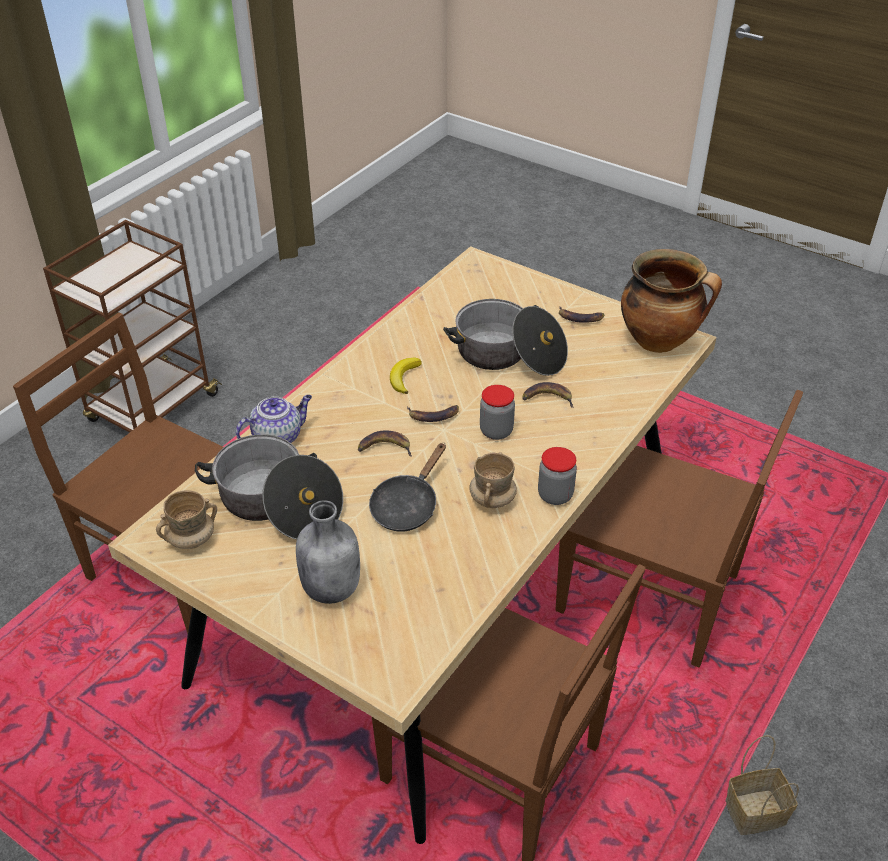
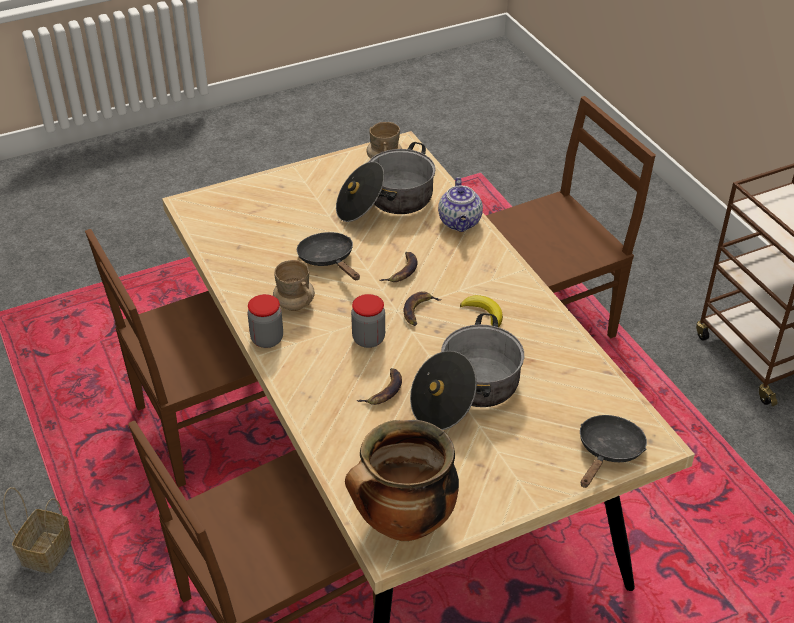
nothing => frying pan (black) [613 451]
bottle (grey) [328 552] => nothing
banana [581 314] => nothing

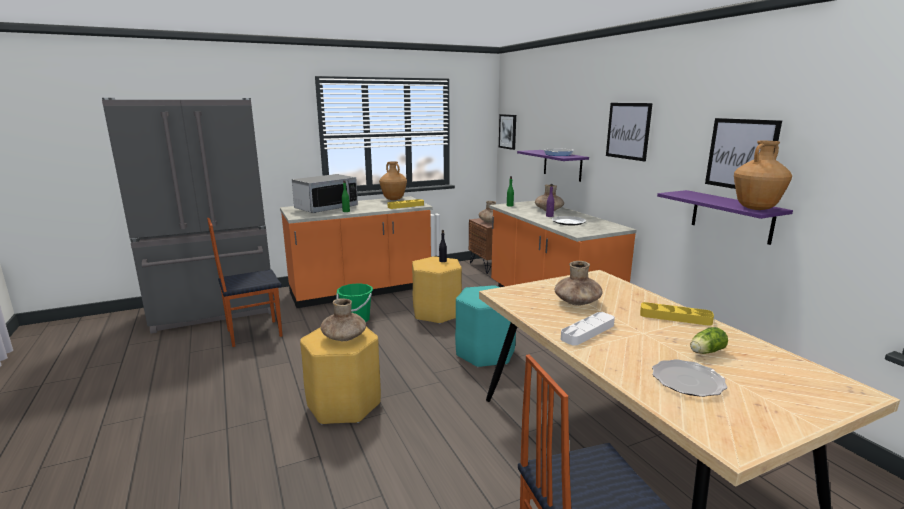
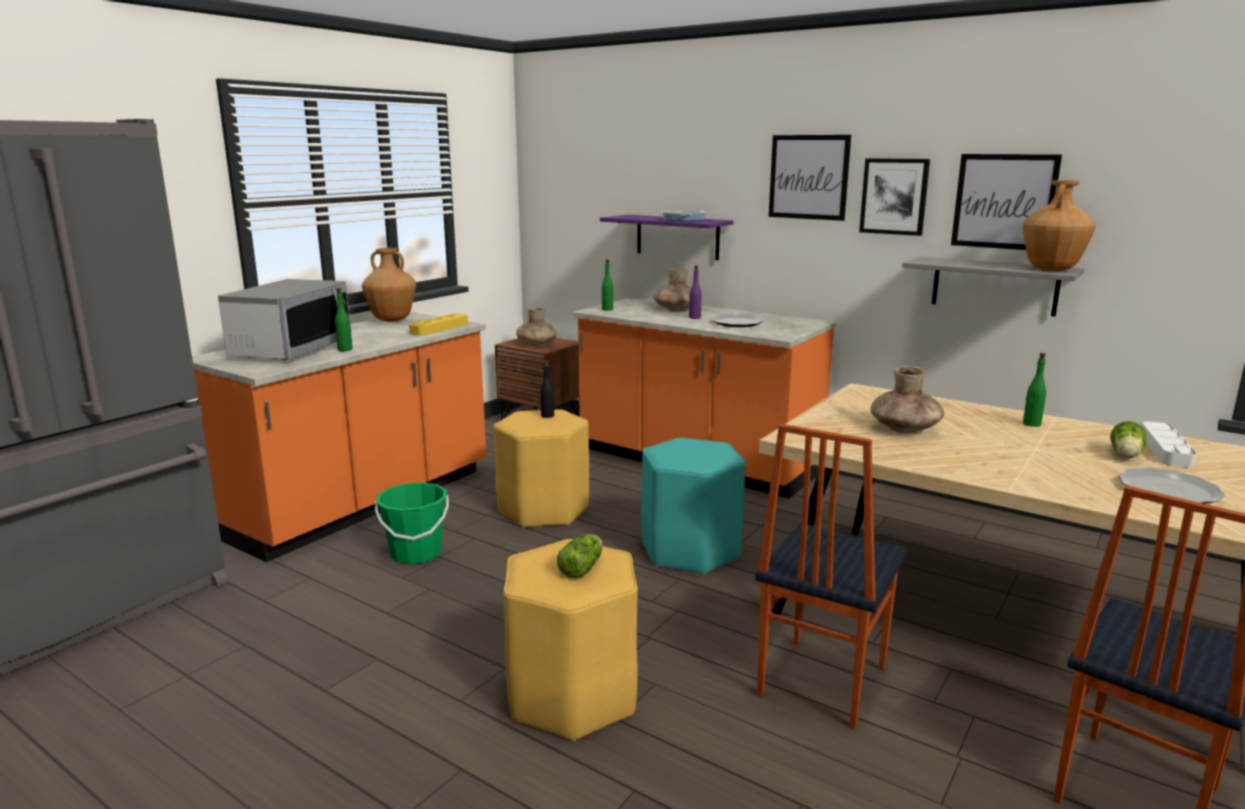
vase (brown) [343 319] => lettuce [579 556]
chair [245 282] => chair [831 577], shifted
picture [507 132] => picture [894 197], shifted
shelf (purple) [725 217] => shelf (grey) [993 286]
tray (yellow) [677 314] => bottle (green) [1034 390]
tray (white) [588 329] => tray (white) [1169 444], shifted

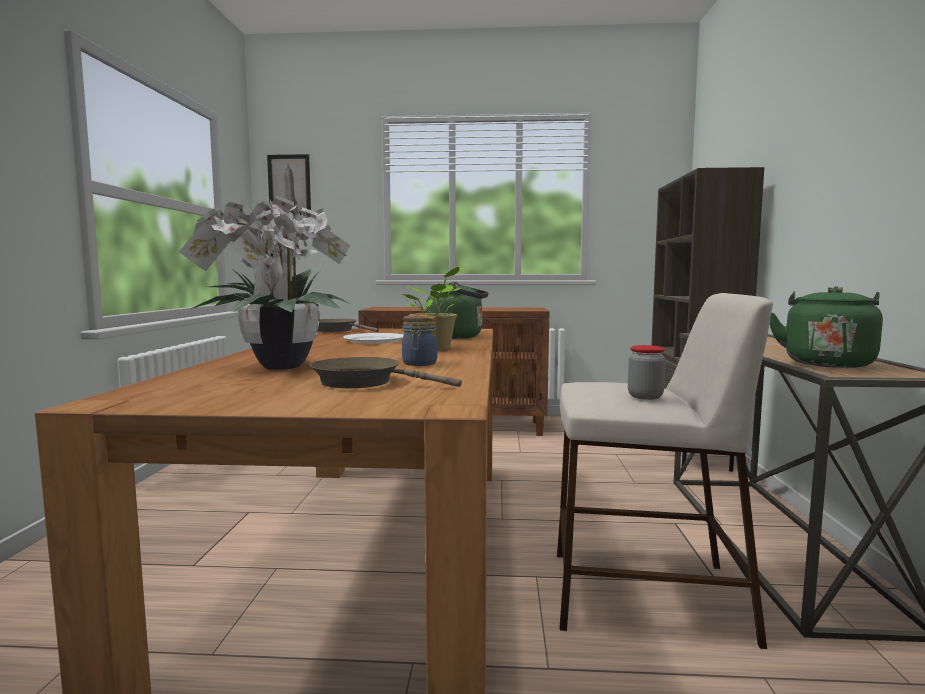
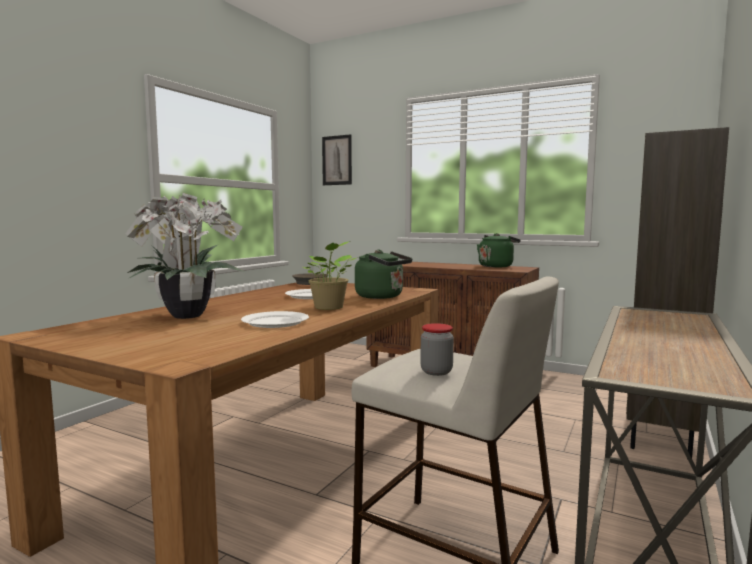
jar [420 340] => plate (white) [275 319]
kettle (green) [826 327] => kettle (green) [499 250], shifted
frying pan (brown) [386 372] => nothing

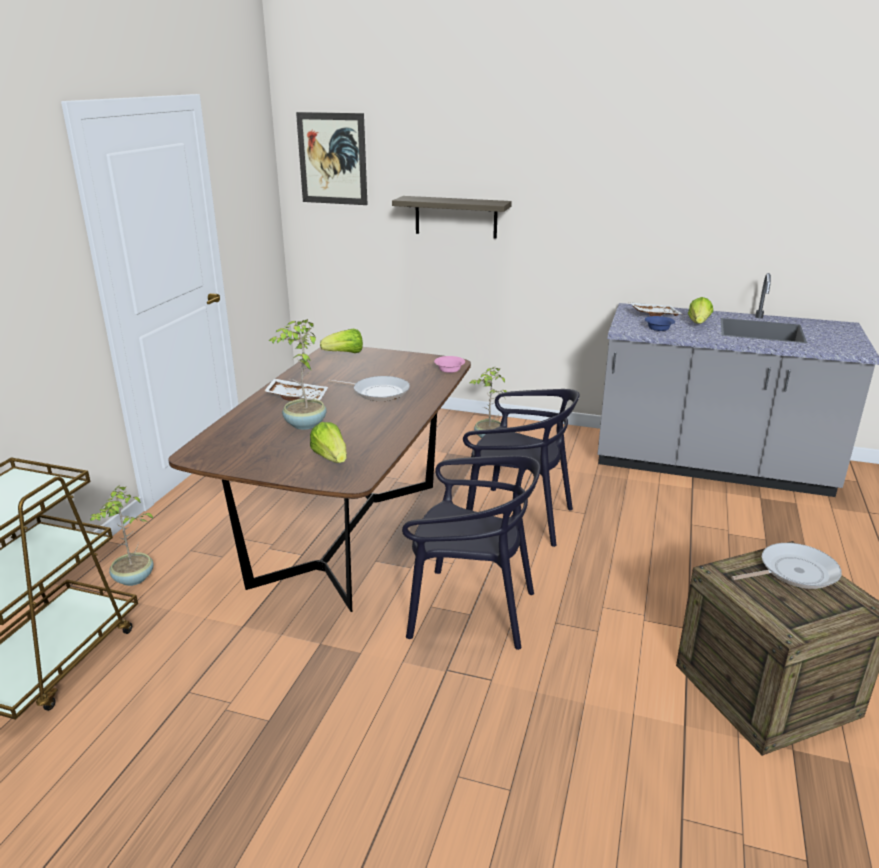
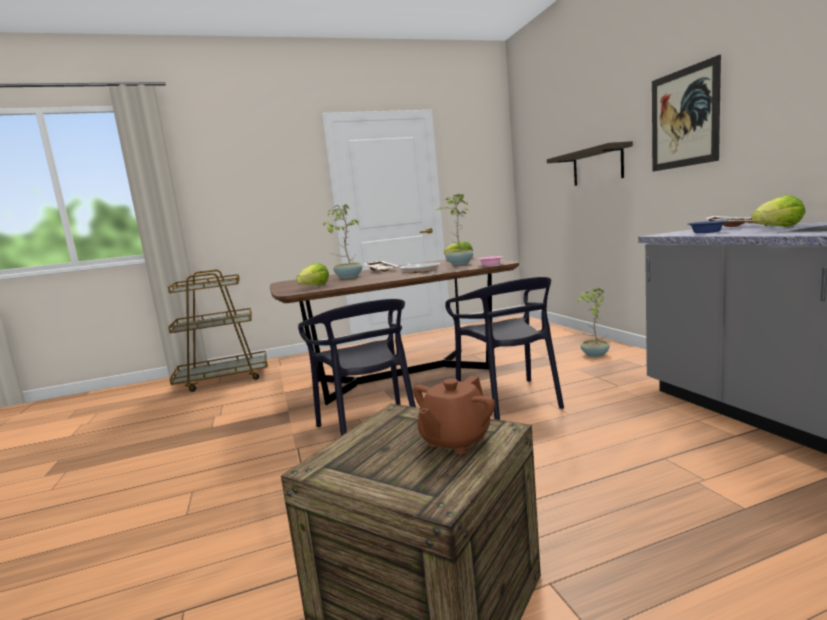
frying pan [786 566] => teapot (brown) [454 415]
potted plant [122 535] => potted plant [455 229], shifted
picture [332 158] => picture [686 113], shifted

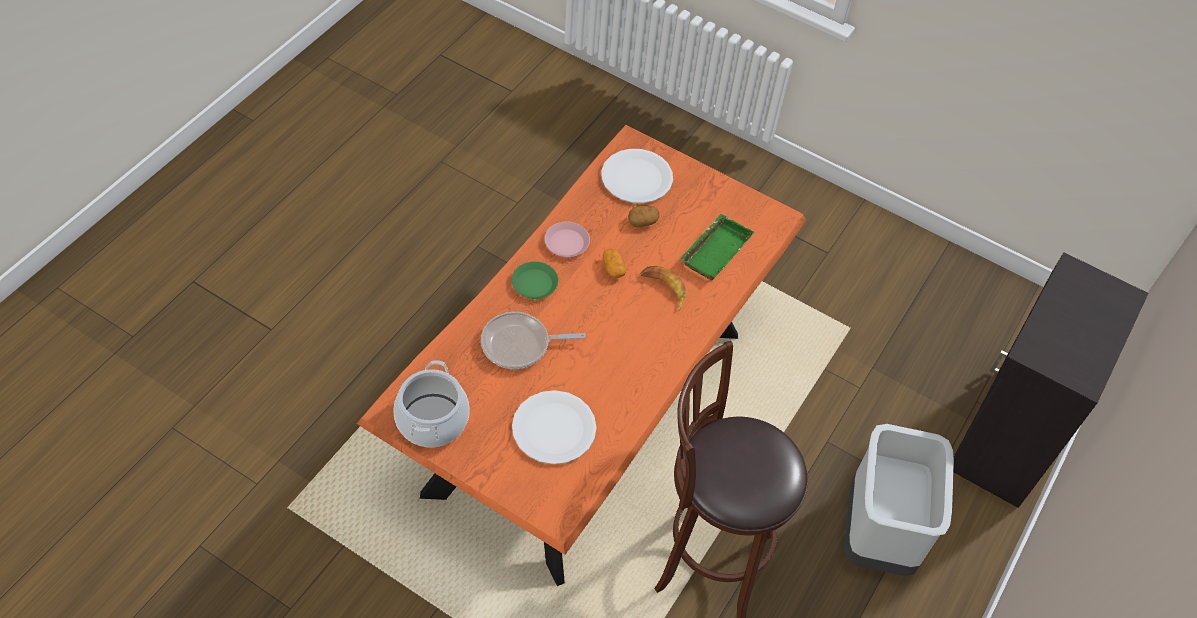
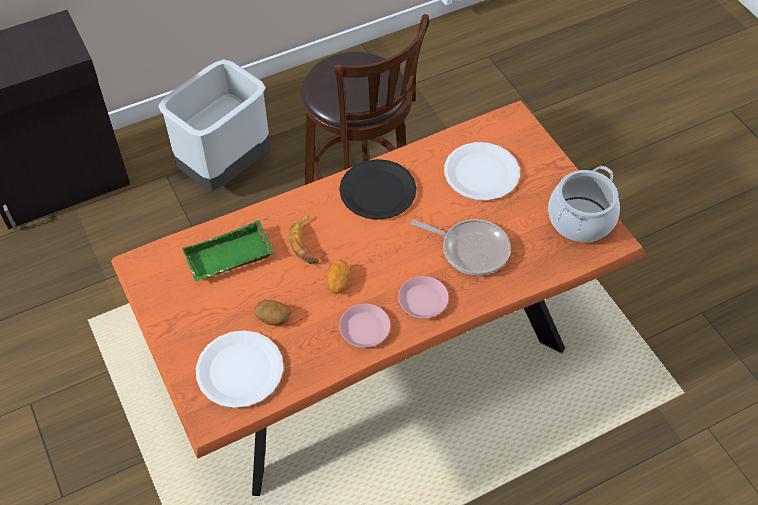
nothing => plate (black) [378 189]
plate (green) [535 280] => plate (pink) [423 297]

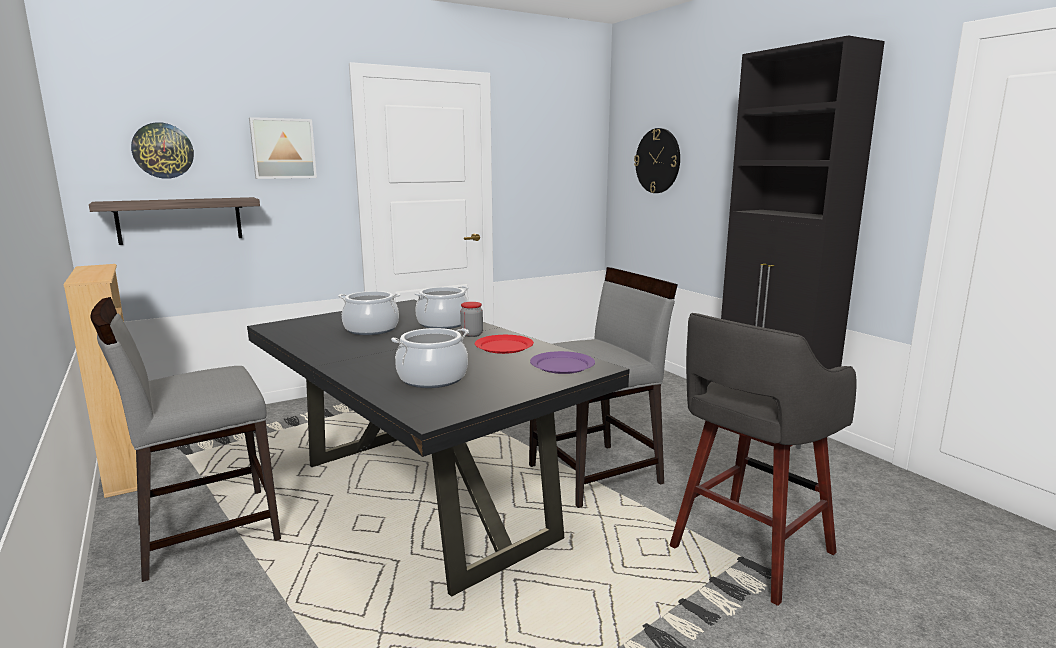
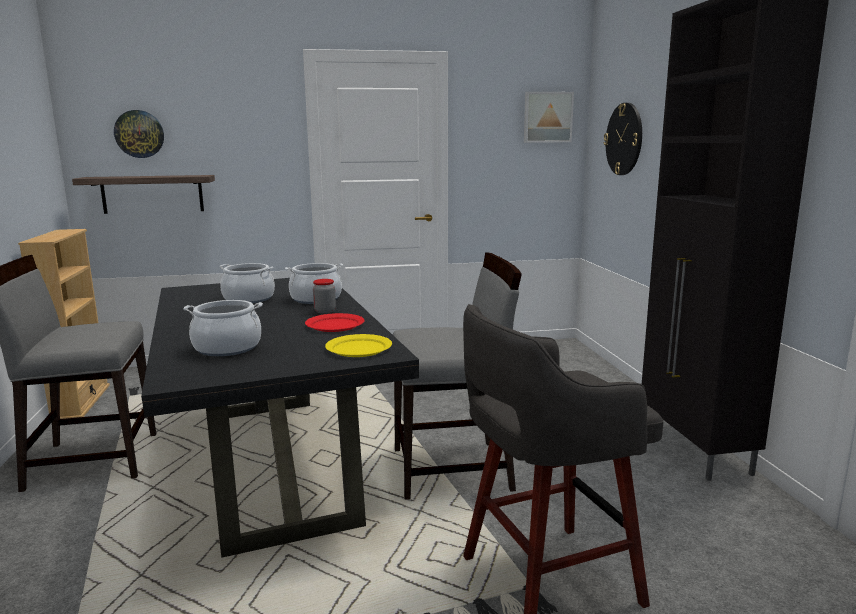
plate (purple) [562 362] => plate (yellow) [358 345]
picture [283 148] => picture [549 117], shifted

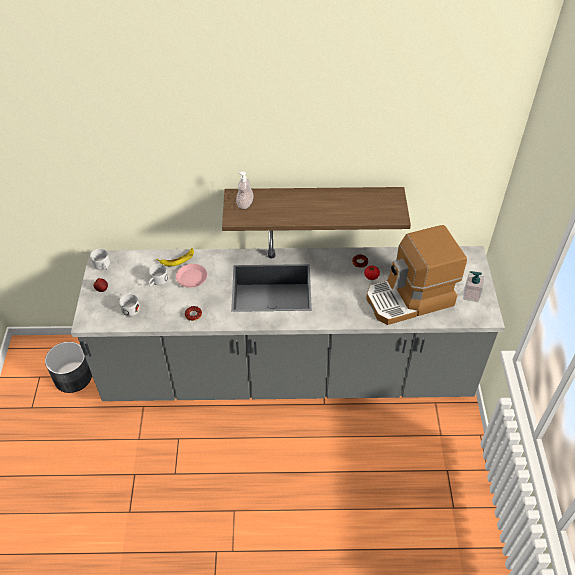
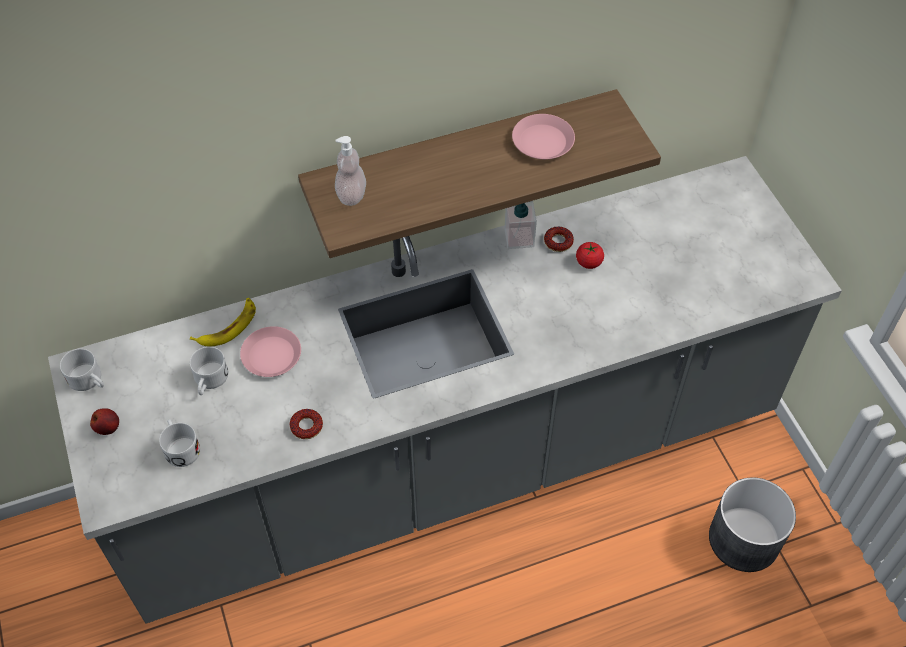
soap dispenser [473 286] => soap dispenser [521 225], shifted
nothing => plate (pink) [543 136]
planter (grey) [68 367] => planter (grey) [752 524], shifted
coffee machine [416 275] => nothing

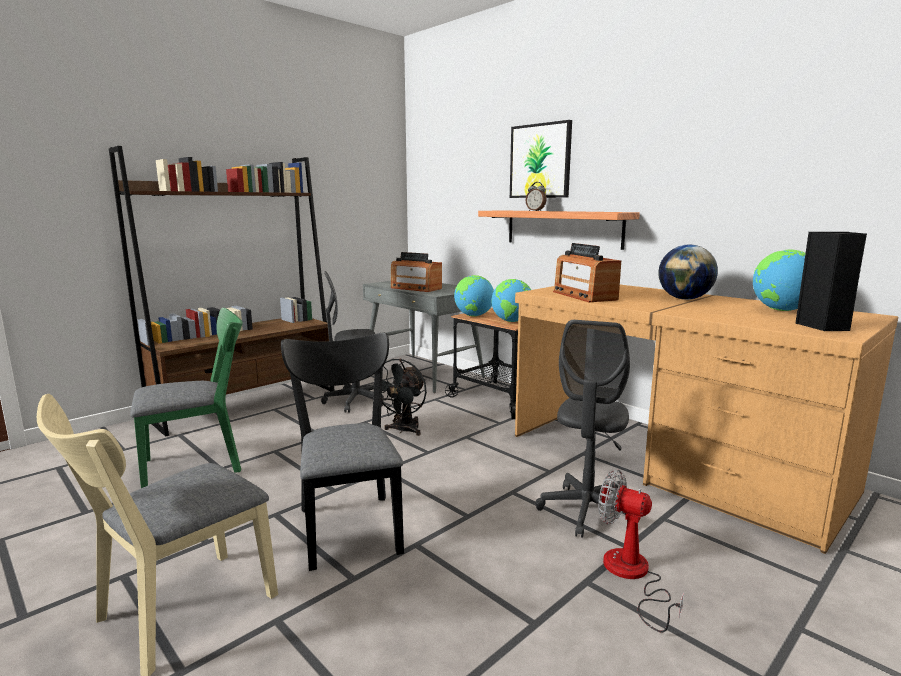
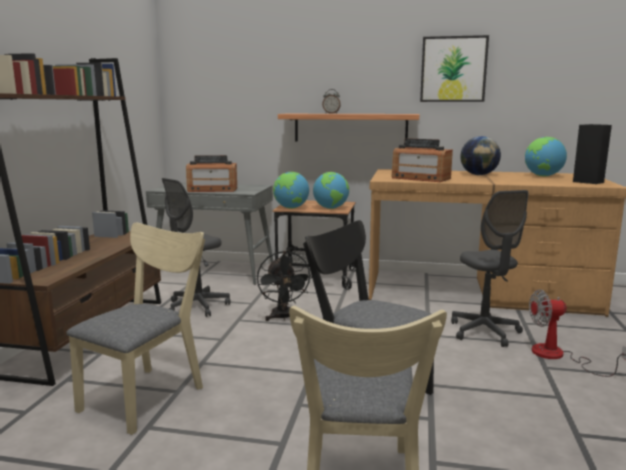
chair (green) [186 398] => chair (beige) [135 329]
picture [541 159] => picture [454 68], shifted

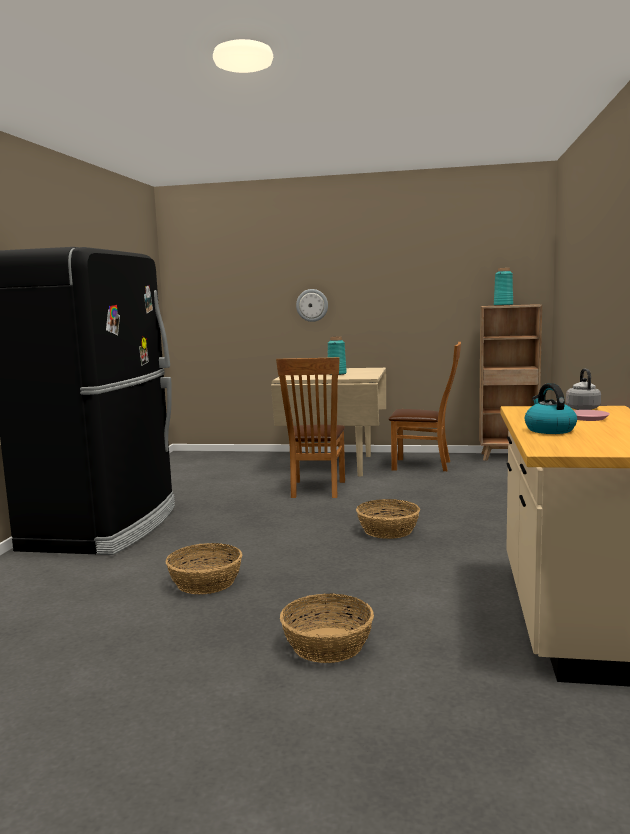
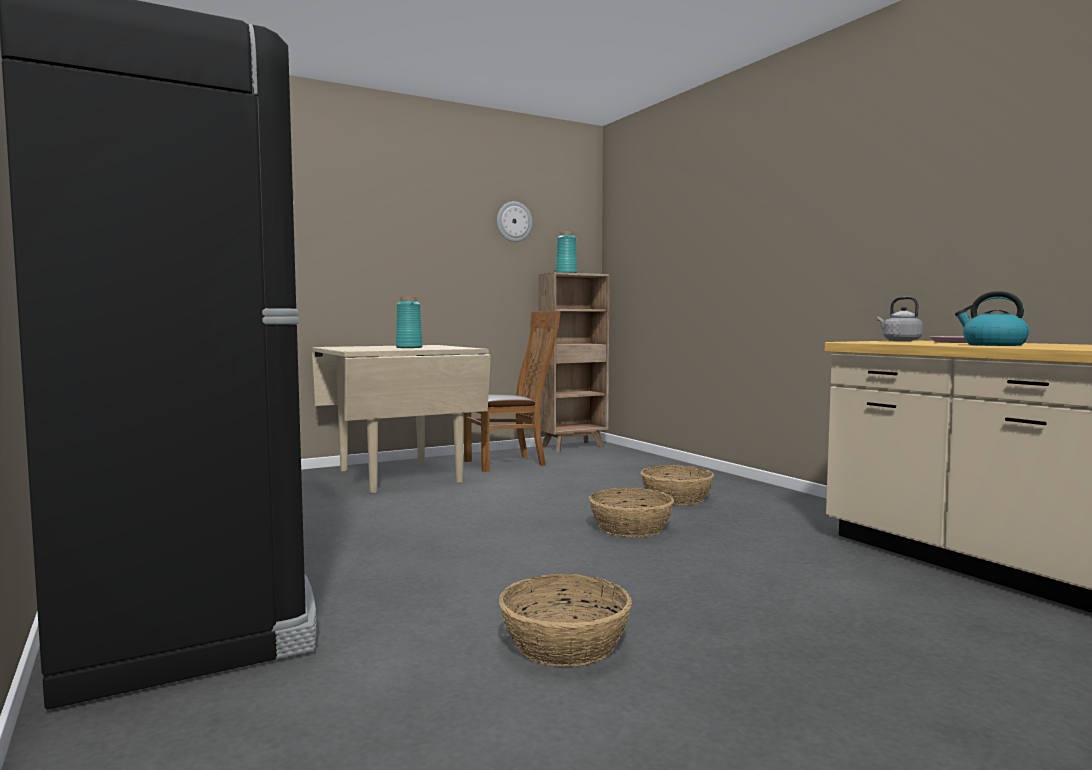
wall clock [312 305] => wall clock [515 221], shifted
basket [327 628] => basket [677 485], shifted
chair (brown) [310 427] => nothing

